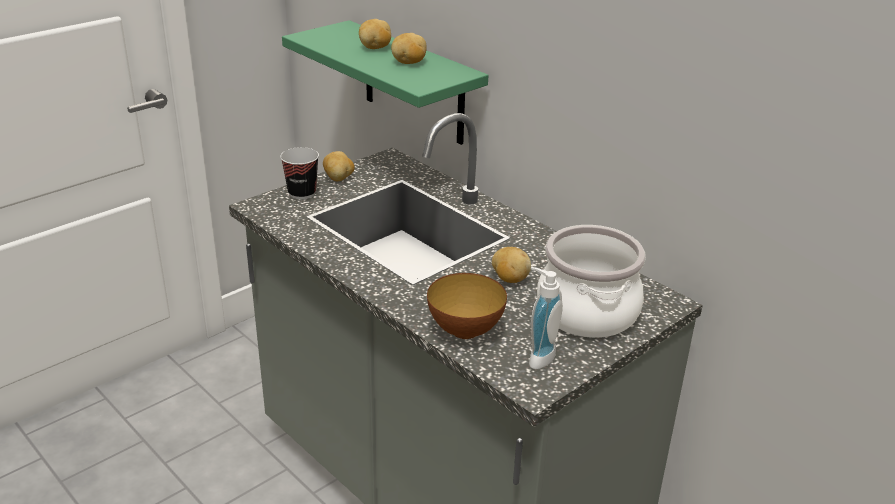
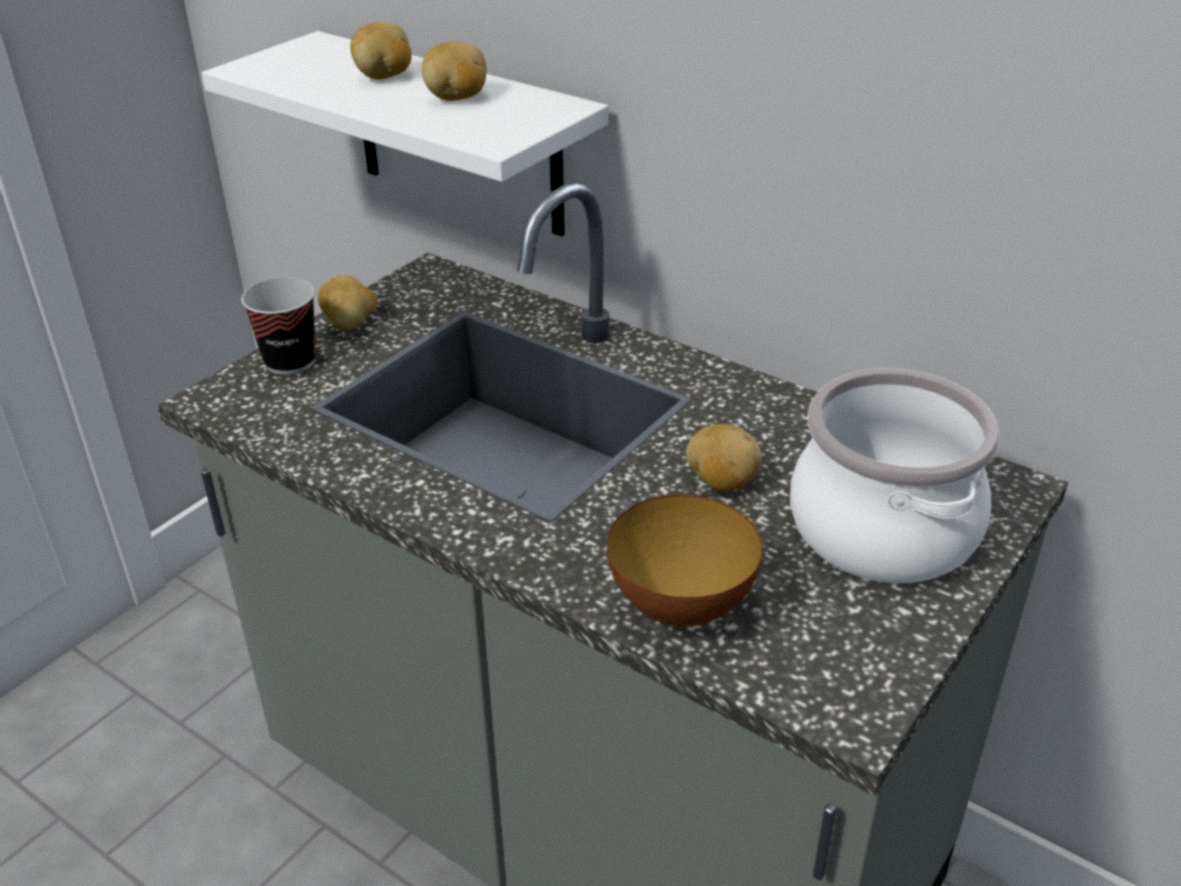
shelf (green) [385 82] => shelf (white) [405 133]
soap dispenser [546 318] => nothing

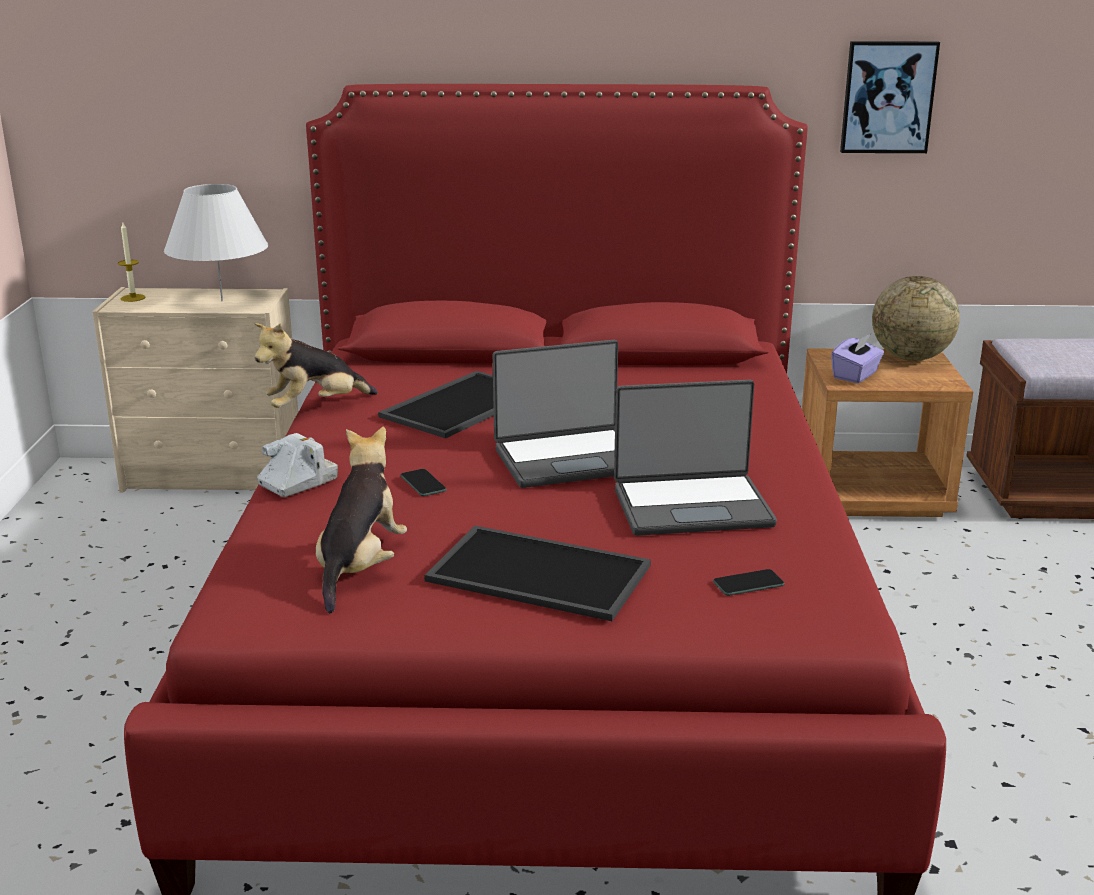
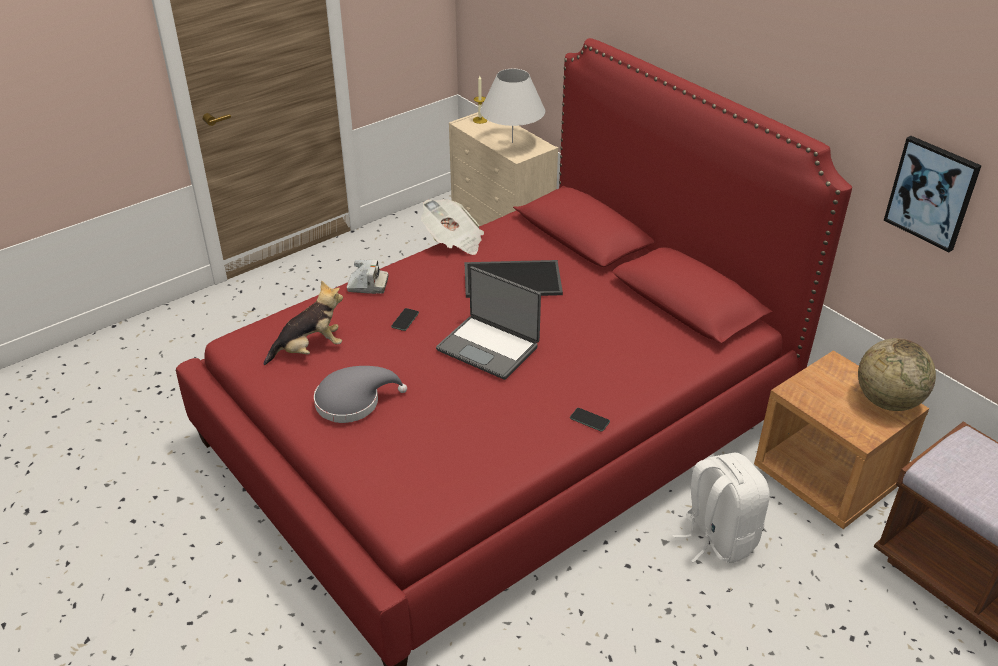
tray [537 573] => hat (grey) [360 394]
plush toy [316 365] => newspaper [452 227]
phone [749 582] => phone [590 419], shifted
nothing => backpack (white) [721 508]
laptop [695 458] => nothing
tissue box (purple) [857 358] => nothing

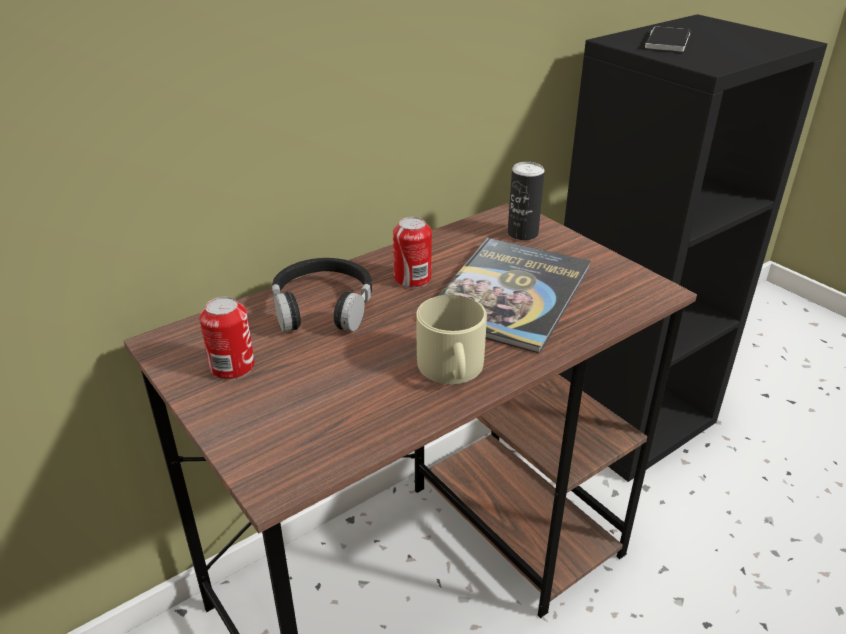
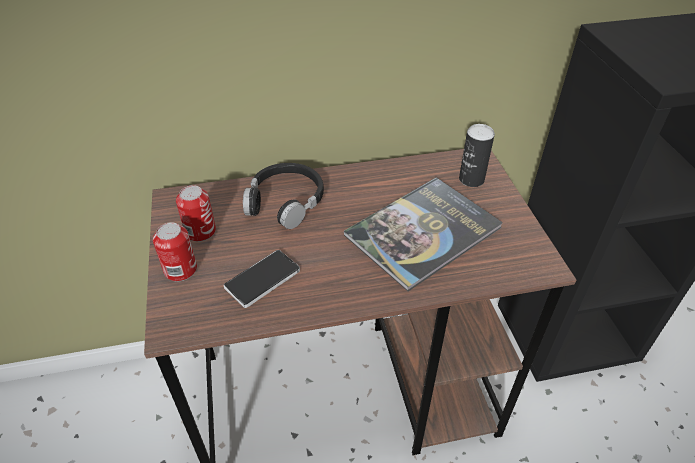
can [412 252] => can [175 251], shifted
phone [667 39] => phone [261 279], shifted
mug (beige) [451 339] => nothing

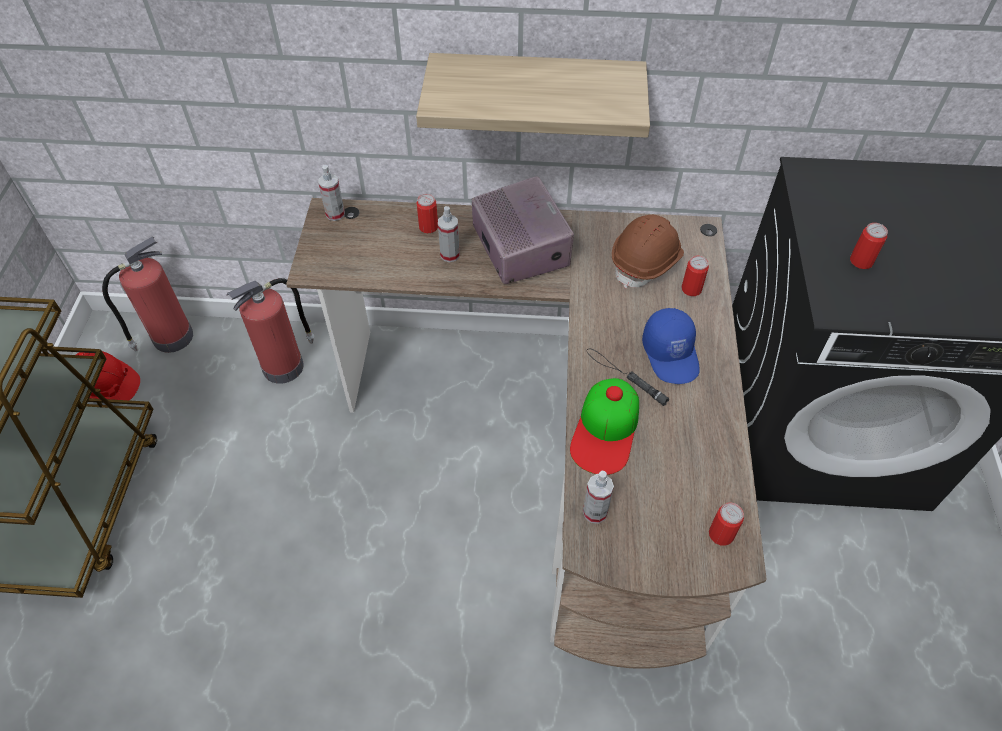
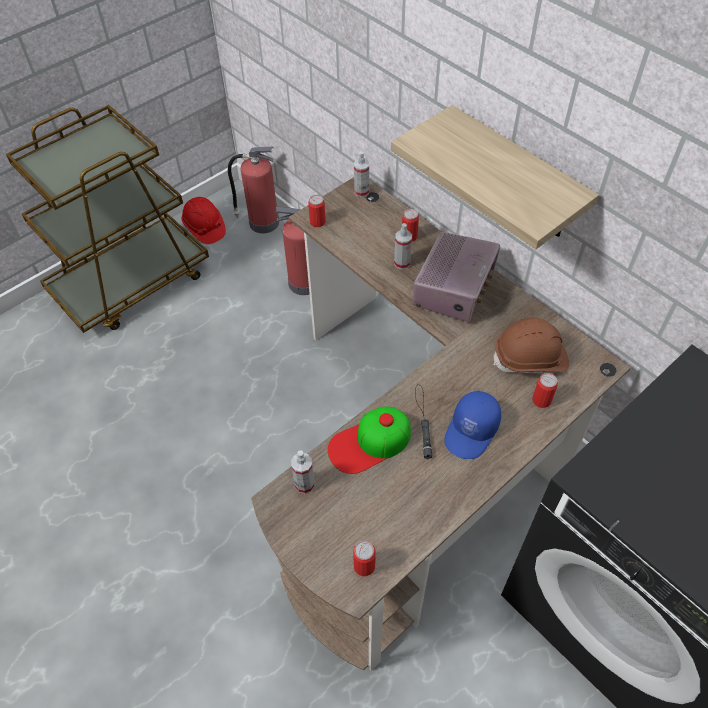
can [869 246] => can [317 211], shifted

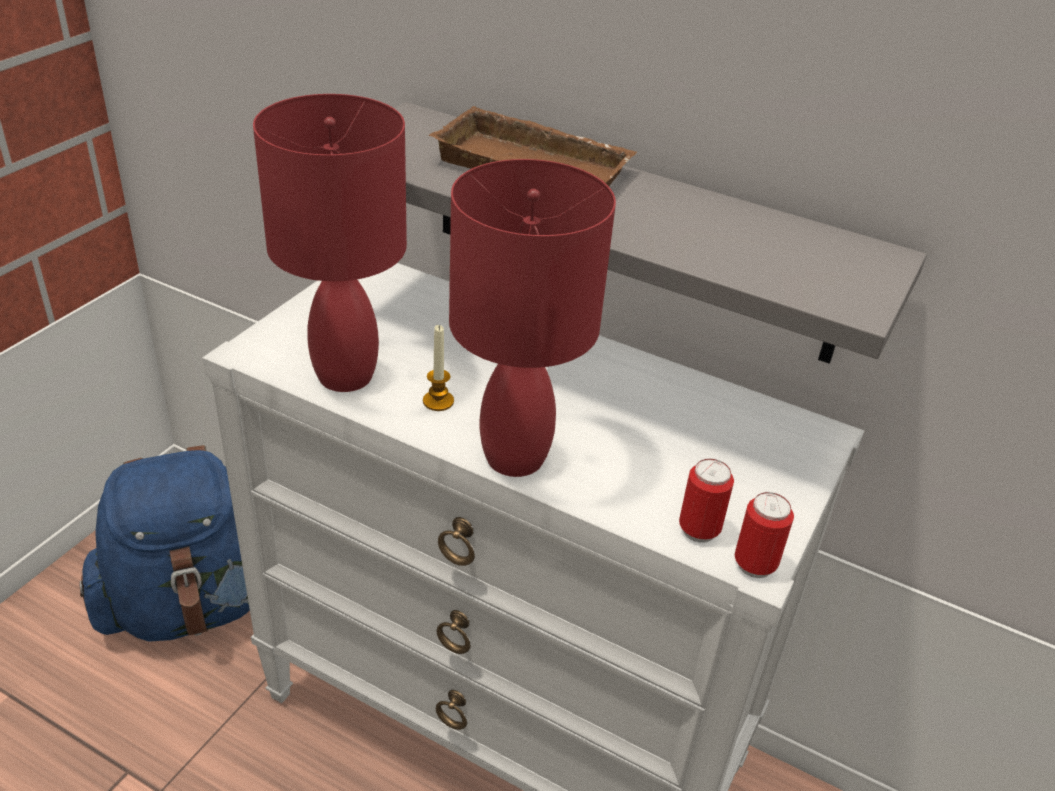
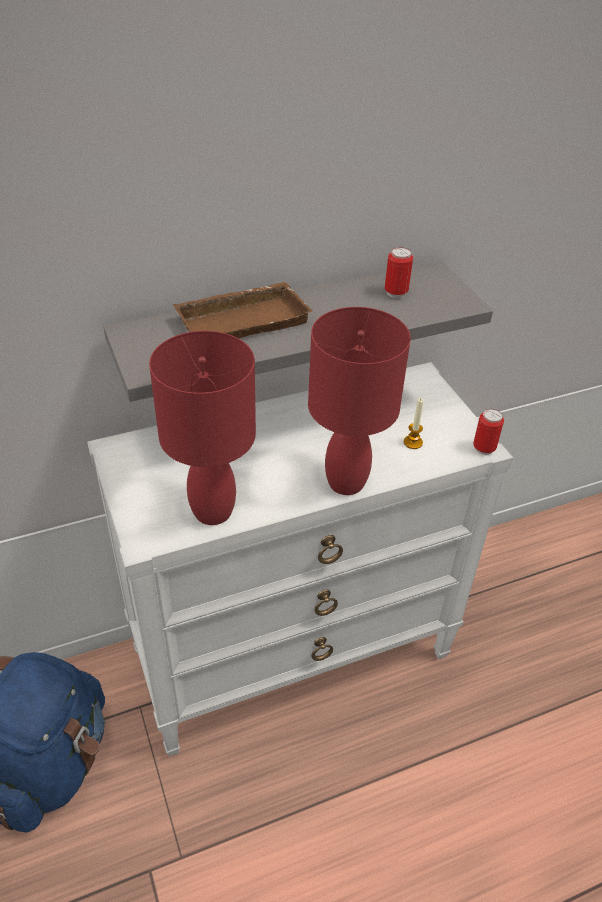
can [706 501] => can [399 272], shifted
candle [438 368] => candle [413 423], shifted

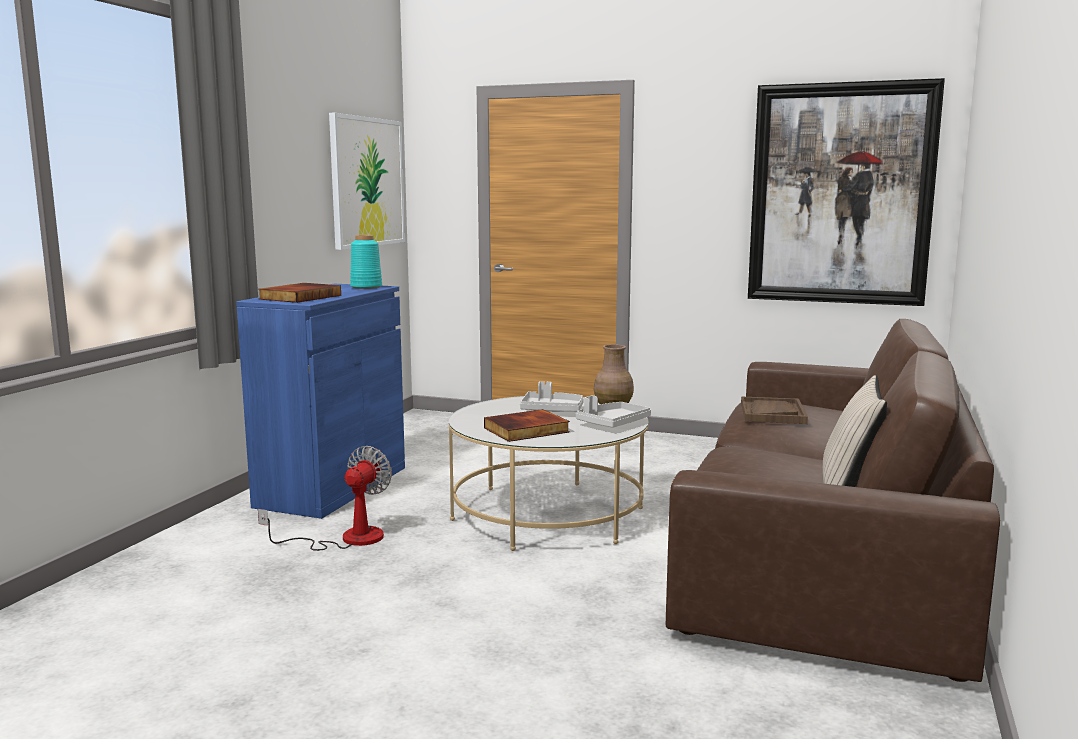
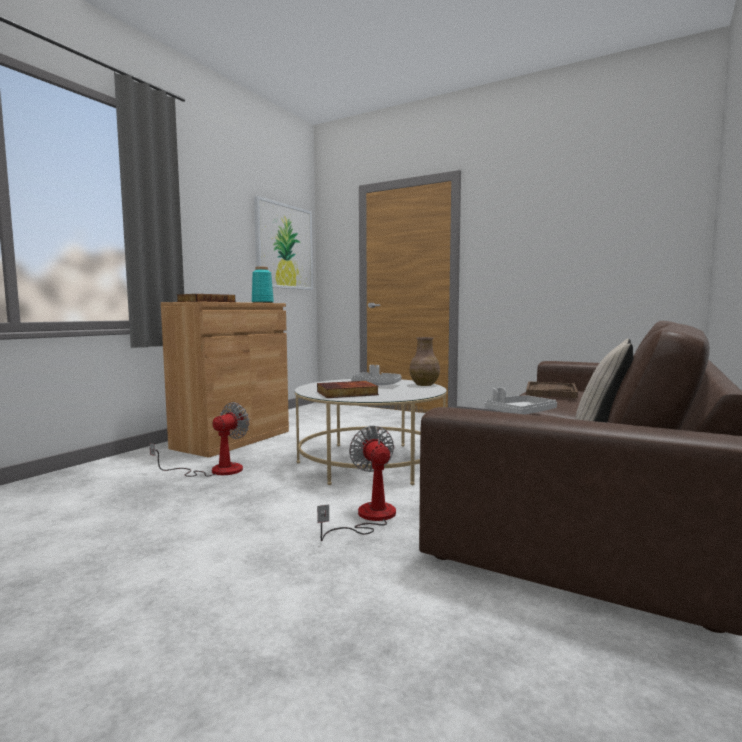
cabinet (blue) [320 401] => cabinet (brown) [225 380]
nothing => fan [356 483]
tray (grey) [613 411] => tray (grey) [521 400], shifted
picture [846 192] => nothing

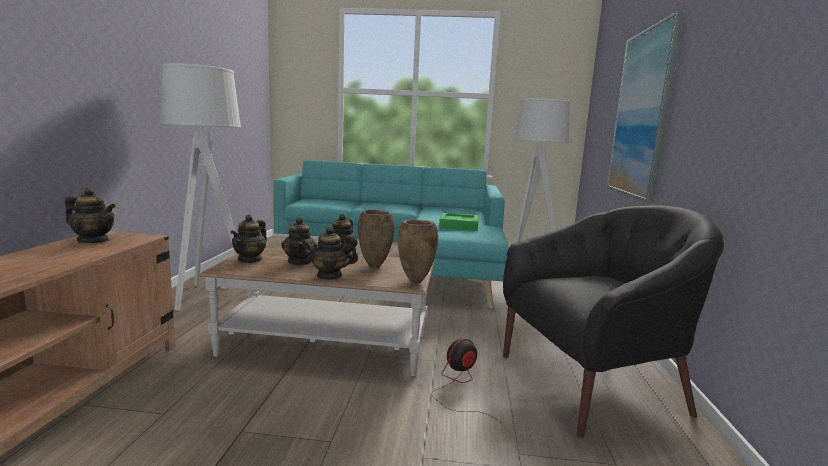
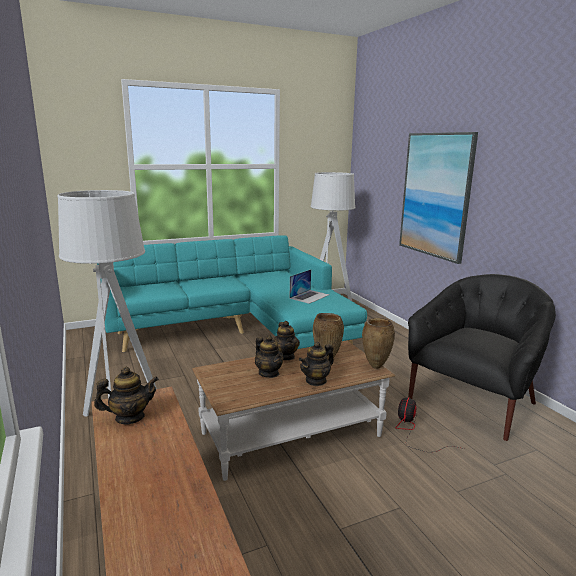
tray (green) [458 222] => laptop [309 287]
teapot [248 239] => nothing

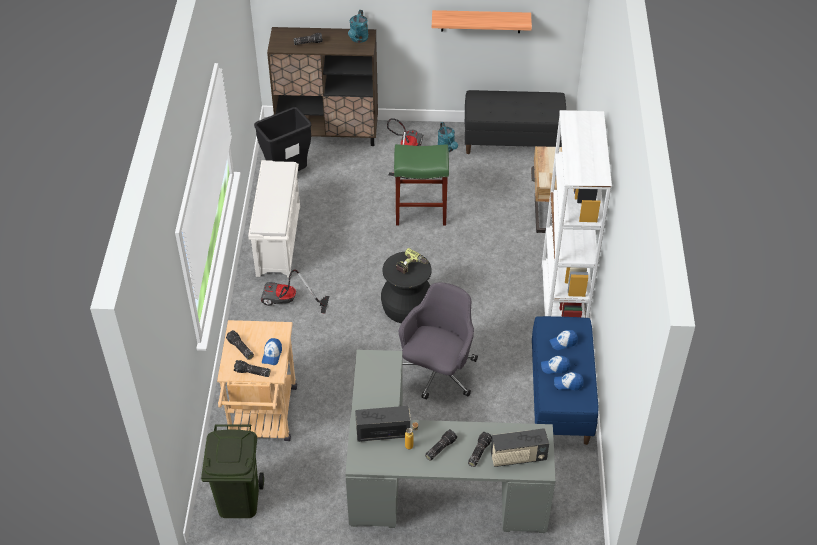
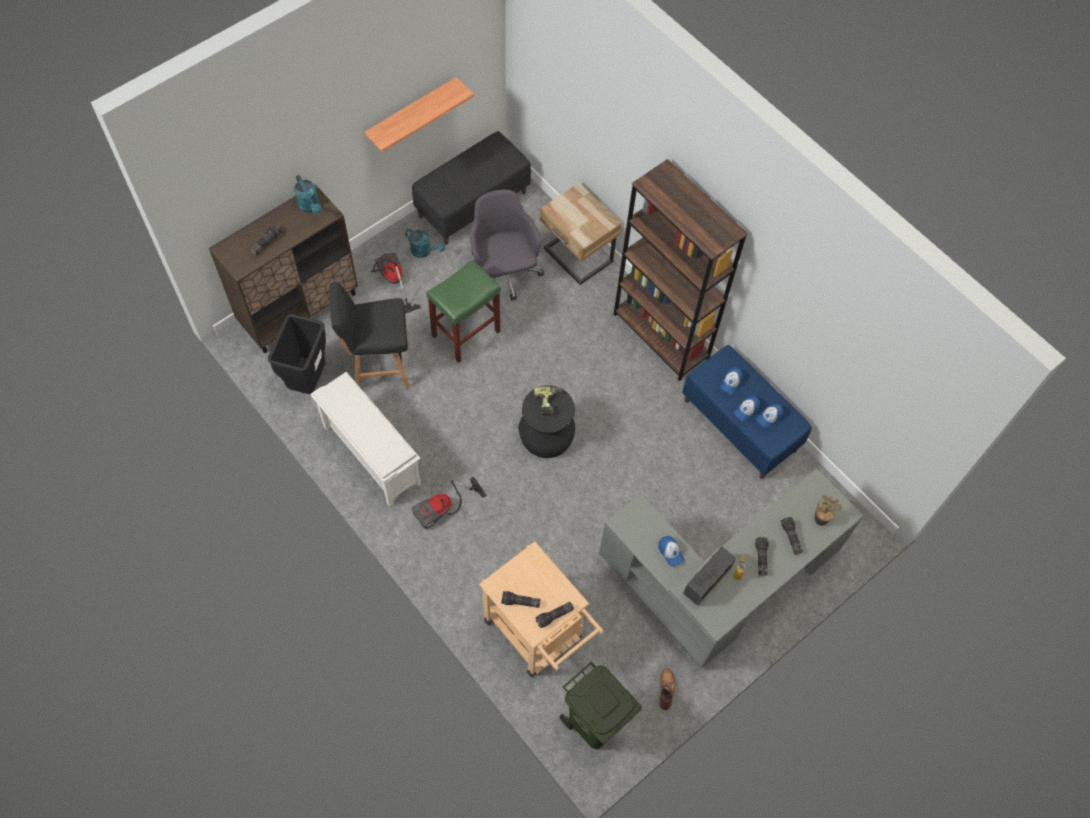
nothing => stool (black) [370 335]
office chair (grey) [438 341] => office chair (grey) [506 245], shifted
bookcase (white) [577 214] => bookcase (brown) [681 270]
cap [272 351] => cap [671 551], shifted
nothing => boot (brown) [667 689]
radio [520 447] => potted plant [828 510]

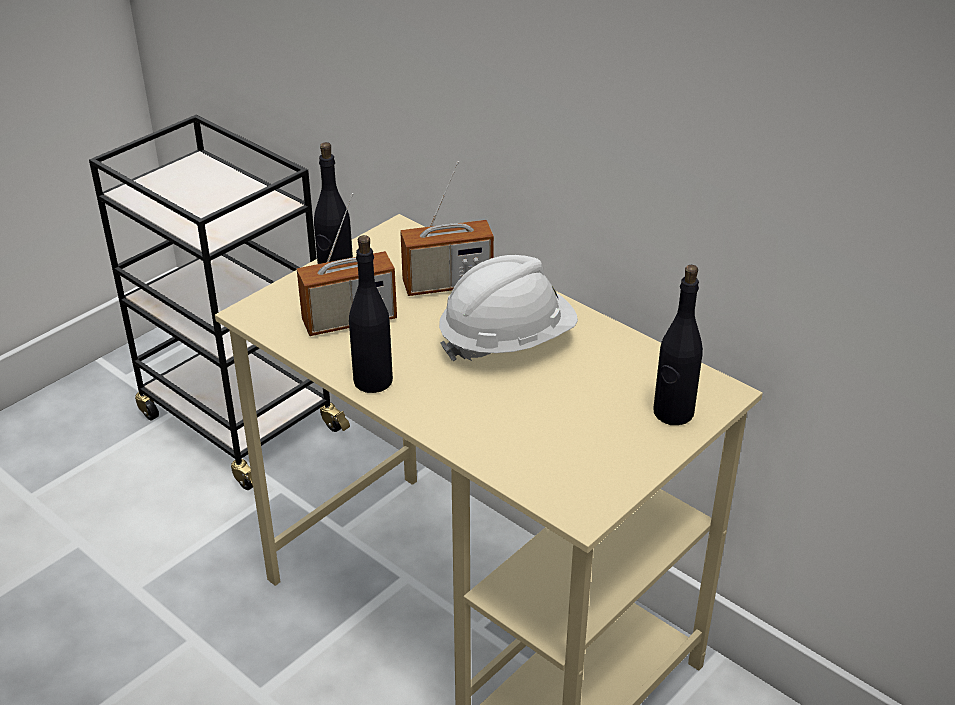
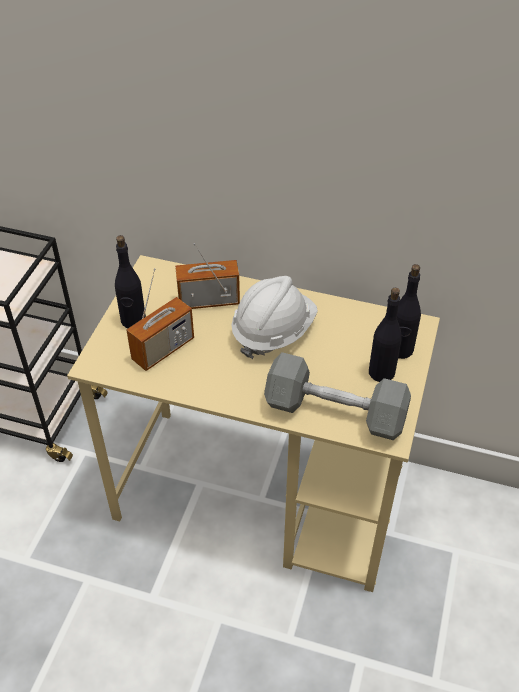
radio [447 228] => radio [207 276], 150 degrees counterclockwise
nothing => dumbbell (grey) [337 396]
bottle (black) [371 314] => bottle (black) [385 335], shifted

